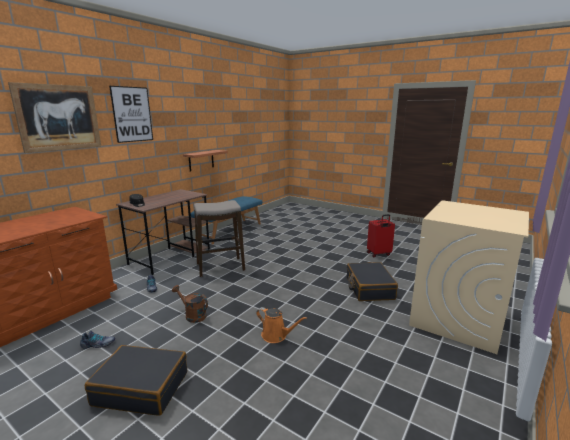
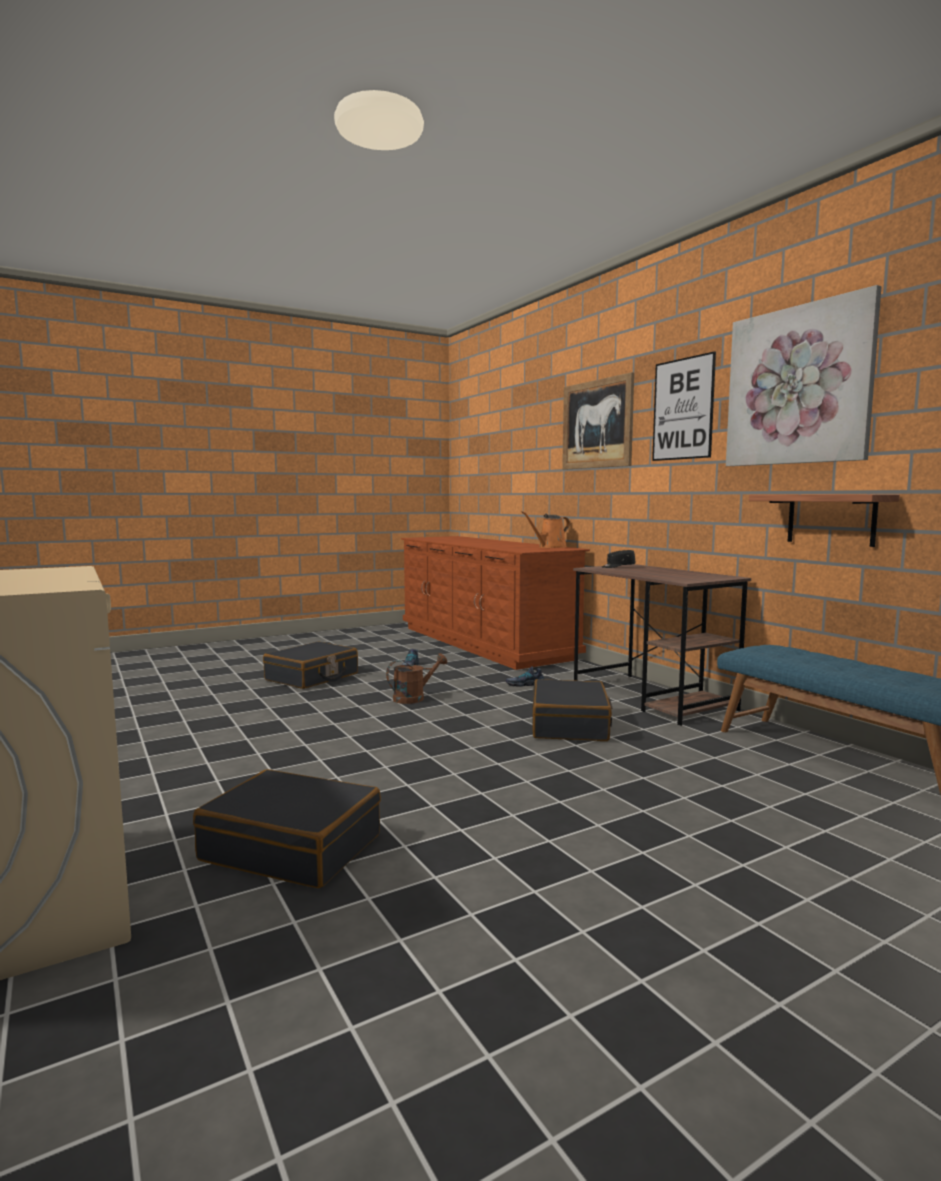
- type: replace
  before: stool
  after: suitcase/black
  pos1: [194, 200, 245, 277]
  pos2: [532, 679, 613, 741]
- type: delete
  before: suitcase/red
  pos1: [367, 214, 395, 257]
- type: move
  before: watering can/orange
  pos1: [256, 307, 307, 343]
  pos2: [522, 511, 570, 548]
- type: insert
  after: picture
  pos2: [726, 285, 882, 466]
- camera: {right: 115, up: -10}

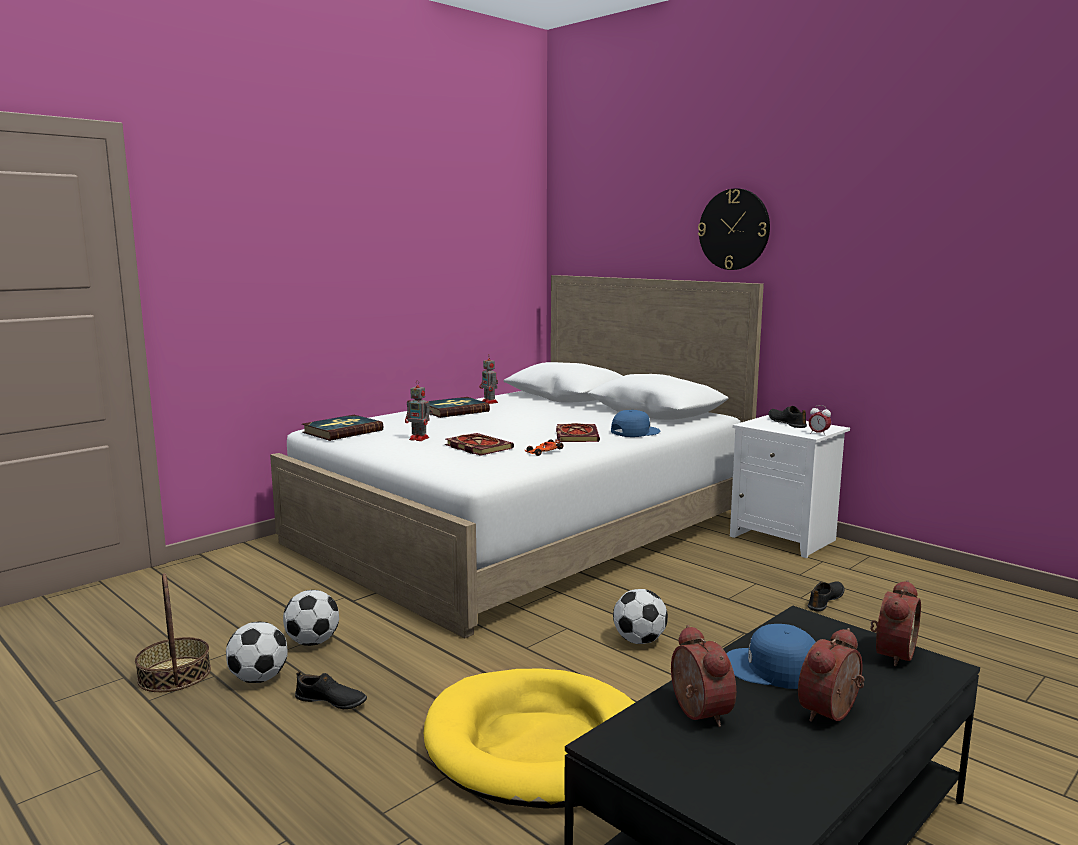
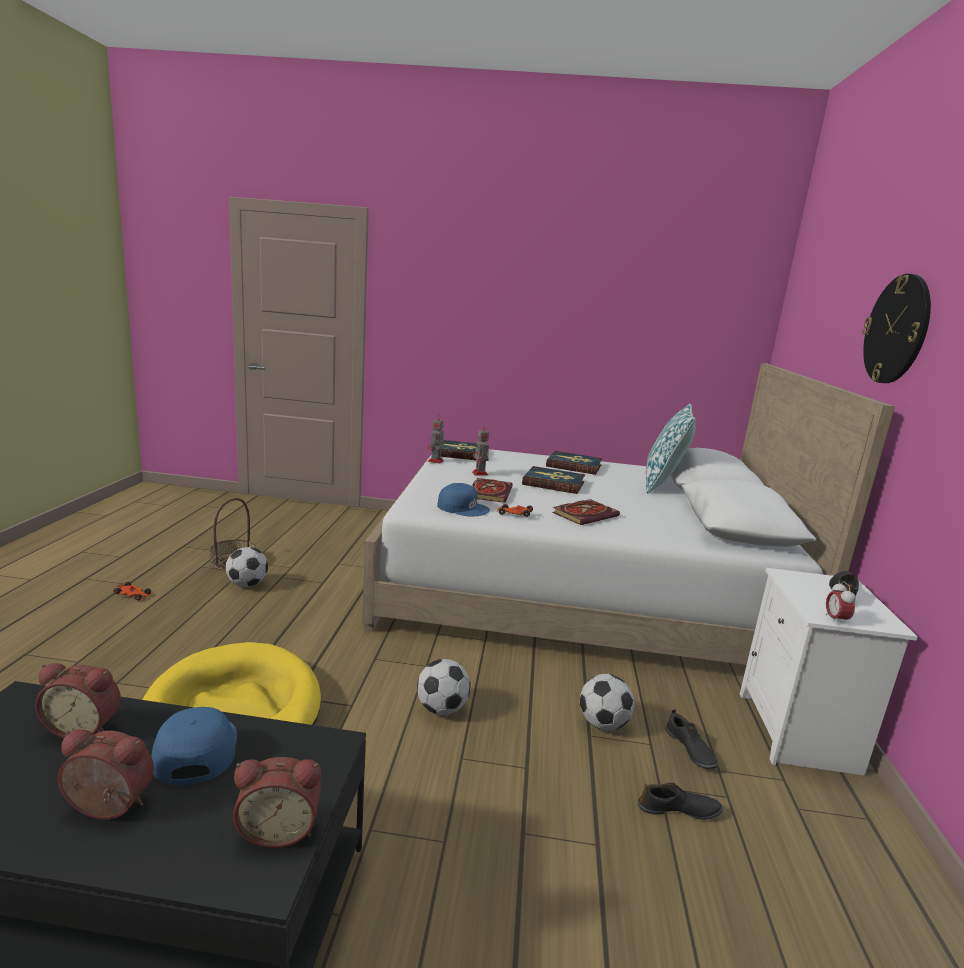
- type: move
  before: toy robot
  pos1: [479, 355, 498, 404]
  pos2: [428, 414, 444, 464]
- type: move
  before: cap/blue
  pos1: [611, 410, 660, 437]
  pos2: [437, 483, 490, 516]
- type: move
  before: football
  pos1: [283, 590, 339, 646]
  pos2: [580, 674, 634, 730]
- type: rotate
  before: alarm clock
  pos1: [671, 625, 736, 727]
  pos2: [35, 663, 121, 738]
  turn: 60
- type: move
  before: shoe/black
  pos1: [295, 671, 367, 709]
  pos2: [665, 709, 718, 769]
- type: insert
  after: pillow
  pos2: [646, 404, 696, 494]
- type: insert
  after: book
  pos2: [522, 466, 585, 494]
- type: insert
  after: toy car
  pos2: [113, 582, 153, 600]
- camera: {right: 50, up: 5}

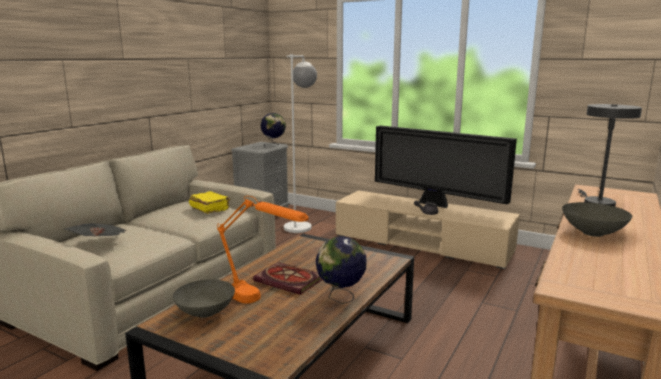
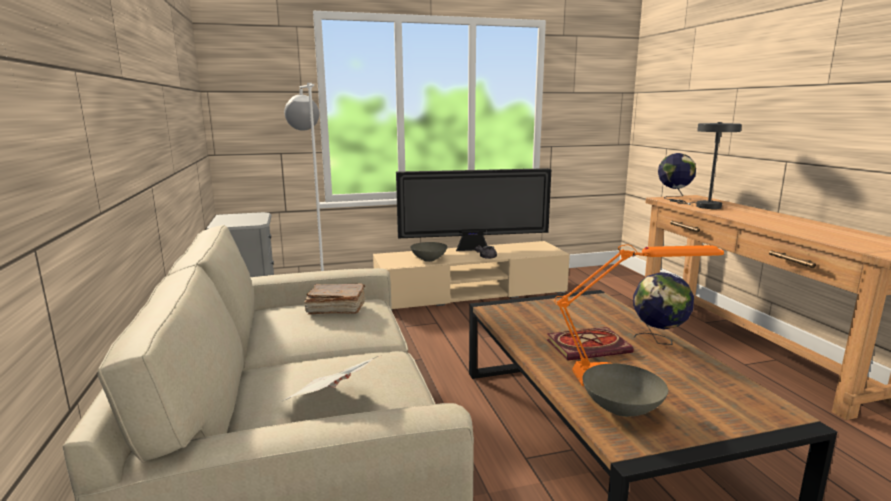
- type: move
  before: globe
  pos1: [260, 113, 286, 145]
  pos2: [658, 153, 696, 200]
- type: recolor
  before: book/yellow
  after: book/brown
  pos1: [189, 191, 230, 214]
  pos2: [304, 283, 365, 315]
- type: move
  before: bowl/grey
  pos1: [562, 202, 632, 237]
  pos2: [410, 242, 447, 262]
- camera: {right: -45, up: 0}

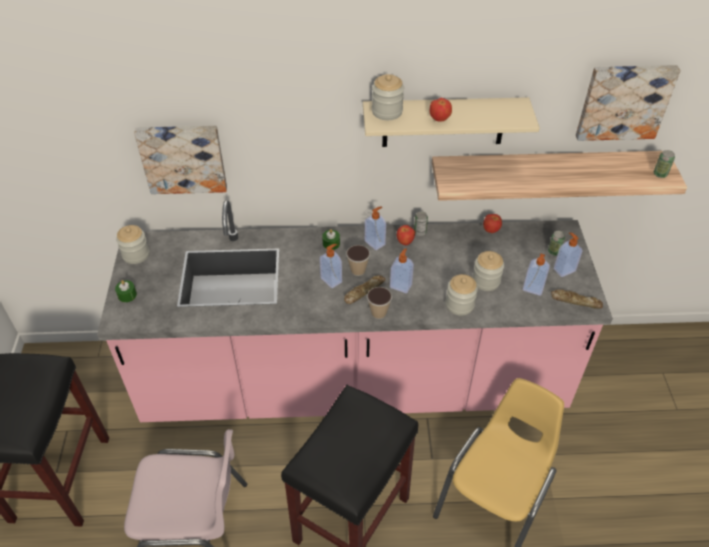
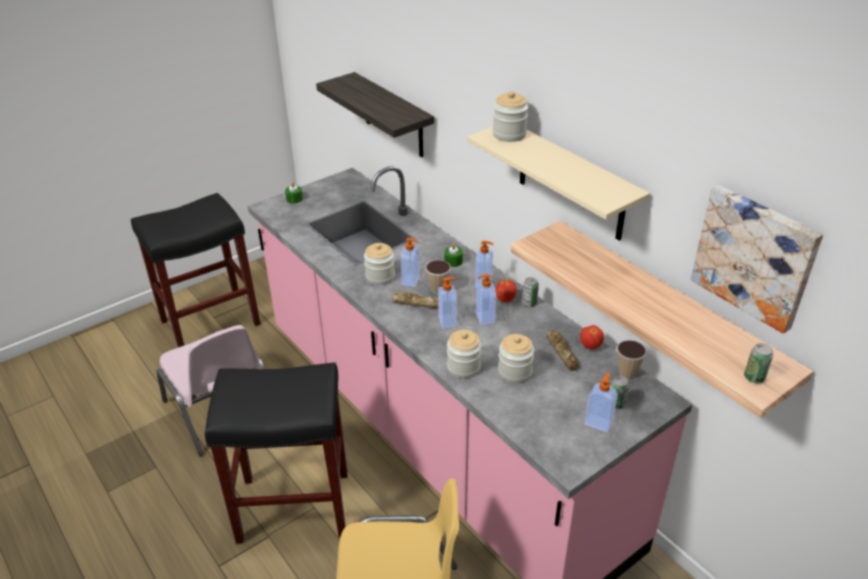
- type: delete
  before: apple
  pos1: [430, 98, 452, 122]
- type: replace
  before: picture
  after: shelf
  pos1: [134, 126, 227, 194]
  pos2: [316, 72, 434, 157]
- type: move
  before: jar
  pos1: [116, 225, 149, 264]
  pos2: [364, 243, 395, 285]
- type: move
  before: soap dispenser
  pos1: [523, 253, 550, 296]
  pos2: [476, 274, 496, 325]
- type: move
  before: cup
  pos1: [367, 287, 392, 319]
  pos2: [617, 340, 647, 379]
- type: move
  before: bread
  pos1: [551, 289, 603, 309]
  pos2: [546, 330, 579, 370]
- camera: {right: 55, up: -10}

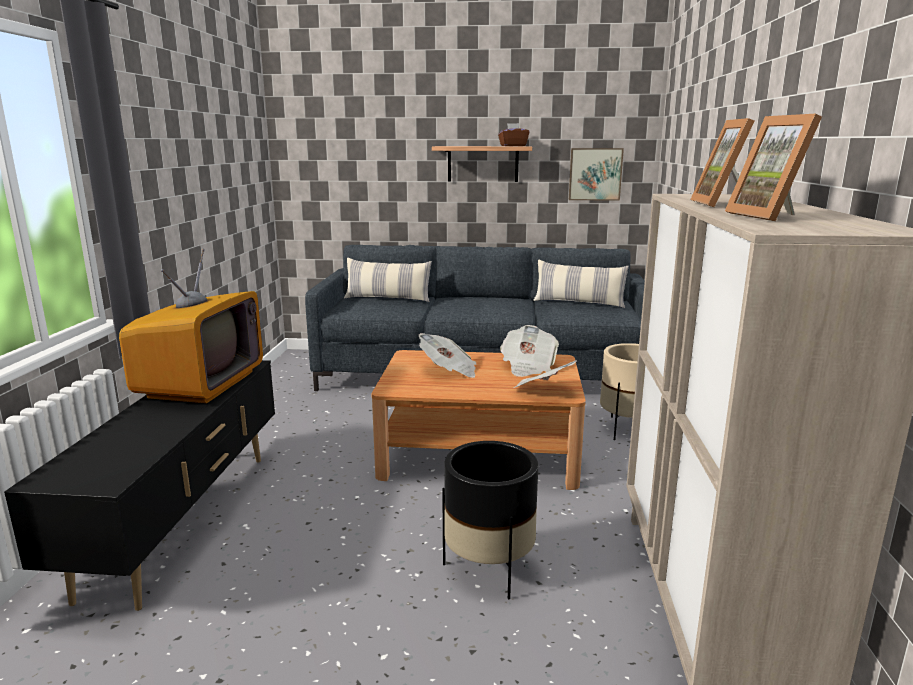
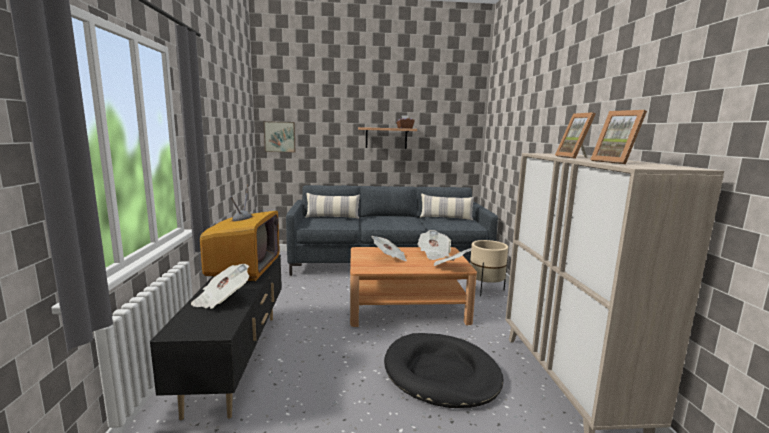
- type: move
  before: picture
  pos1: [569, 148, 624, 201]
  pos2: [263, 121, 295, 152]
- type: replace
  before: planter/black
  after: dog bed/black
  pos1: [442, 441, 538, 599]
  pos2: [384, 333, 503, 408]
- type: insert
  after: newspaper
  pos2: [191, 264, 249, 309]
- camera: {right: -10, up: -5}

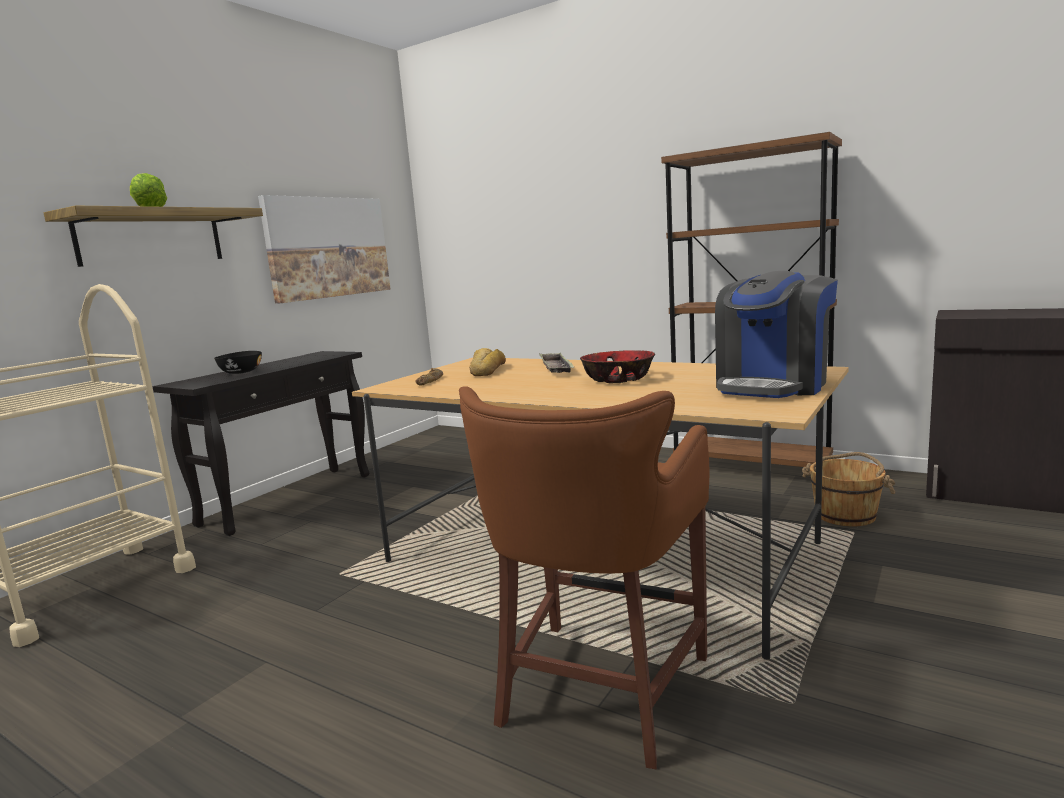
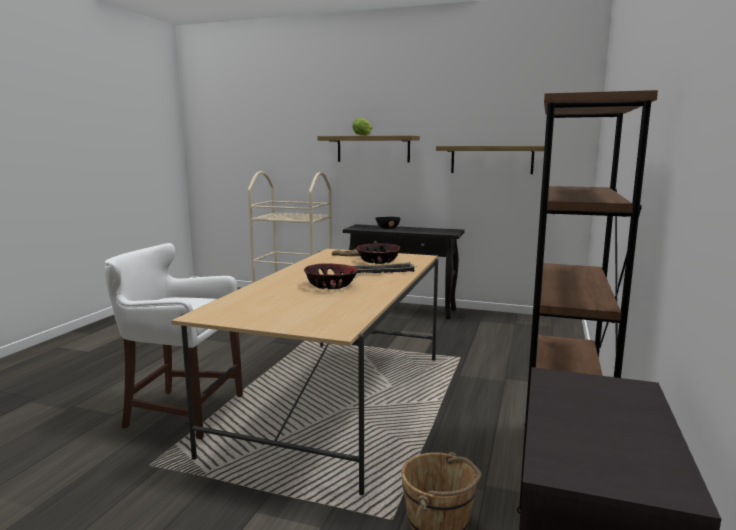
- type: replace
  before: picture
  after: shelf
  pos1: [258, 195, 391, 304]
  pos2: [436, 146, 545, 174]
- type: delete
  before: coffee machine
  pos1: [715, 271, 838, 398]
- type: replace
  before: bread
  after: bowl
  pos1: [469, 348, 506, 376]
  pos2: [356, 243, 400, 264]
- type: recolor
  before: stool/brown
  after: stool/white
  pos1: [459, 386, 709, 769]
  pos2: [105, 243, 243, 439]
- camera: {right: 75, up: 0}

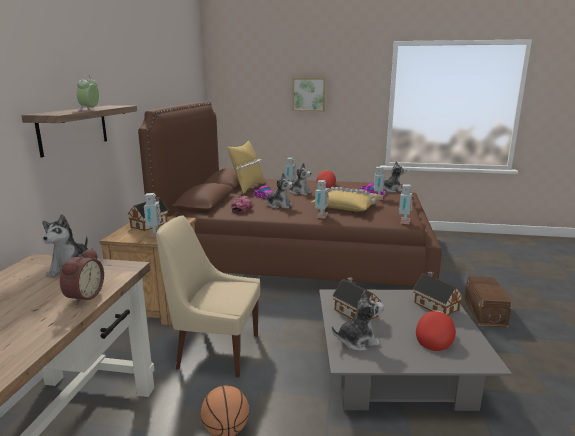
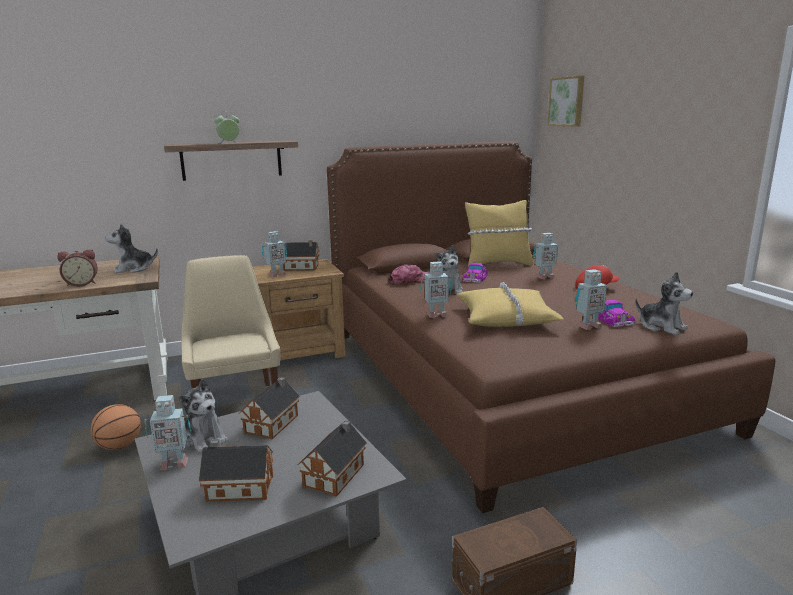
- type: move
  before: picture
  pos1: [293, 78, 325, 111]
  pos2: [548, 76, 584, 127]
- type: delete
  before: plush toy
  pos1: [289, 163, 312, 195]
- type: move
  before: toy robot
  pos1: [398, 184, 413, 224]
  pos2: [144, 395, 192, 470]
- type: replace
  before: cap/red
  after: toy house
  pos1: [416, 310, 456, 351]
  pos2: [199, 439, 273, 502]
- camera: {right: 60, up: 0}

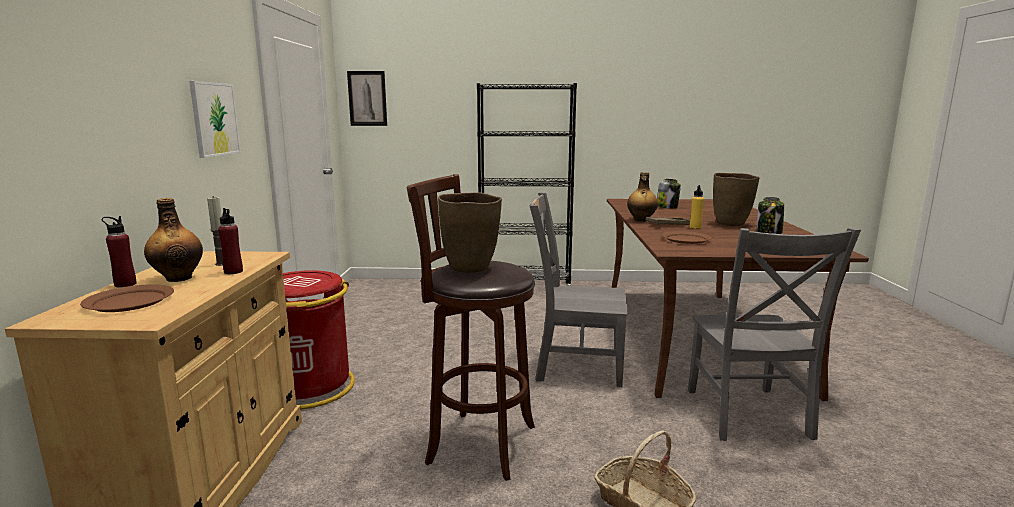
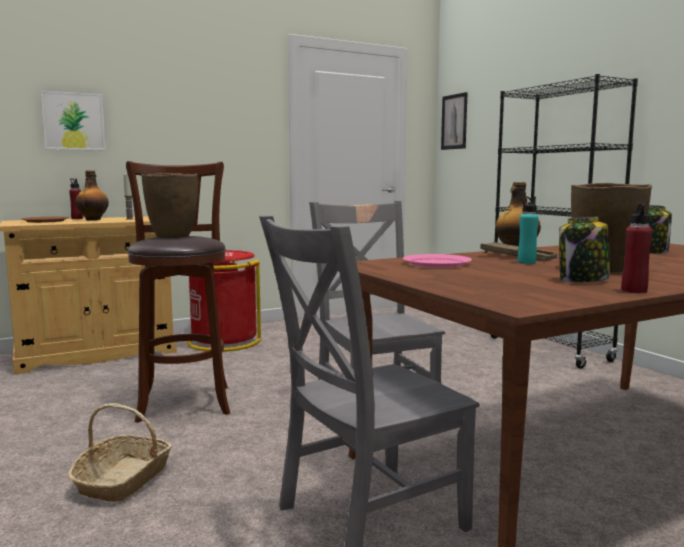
- type: move
  before: picture
  pos1: [189, 81, 241, 158]
  pos2: [40, 91, 106, 151]
- type: recolor
  before: bottle/yellow
  after: bottle/turquoise
  pos1: [690, 185, 704, 229]
  pos2: [518, 196, 539, 264]
- type: move
  before: bottle/red
  pos1: [218, 208, 243, 274]
  pos2: [621, 203, 653, 293]
- type: recolor
  before: plate/brown
  after: plate/pink
  pos1: [662, 231, 712, 244]
  pos2: [403, 254, 472, 268]
- camera: {right: 60, up: -5}

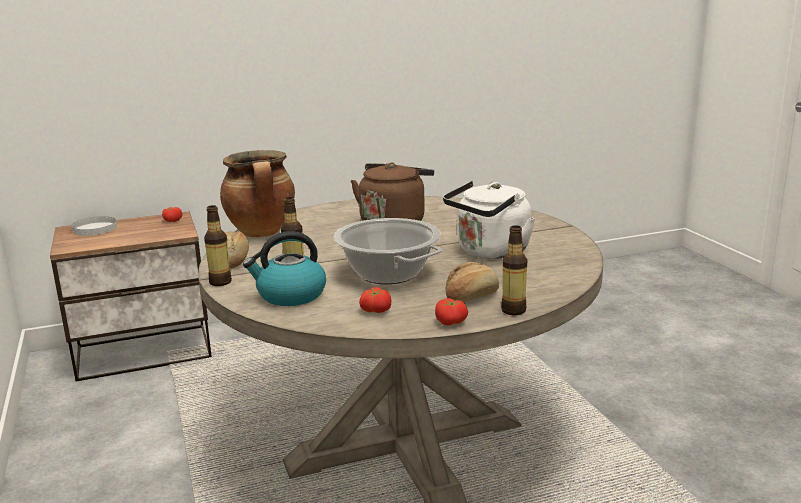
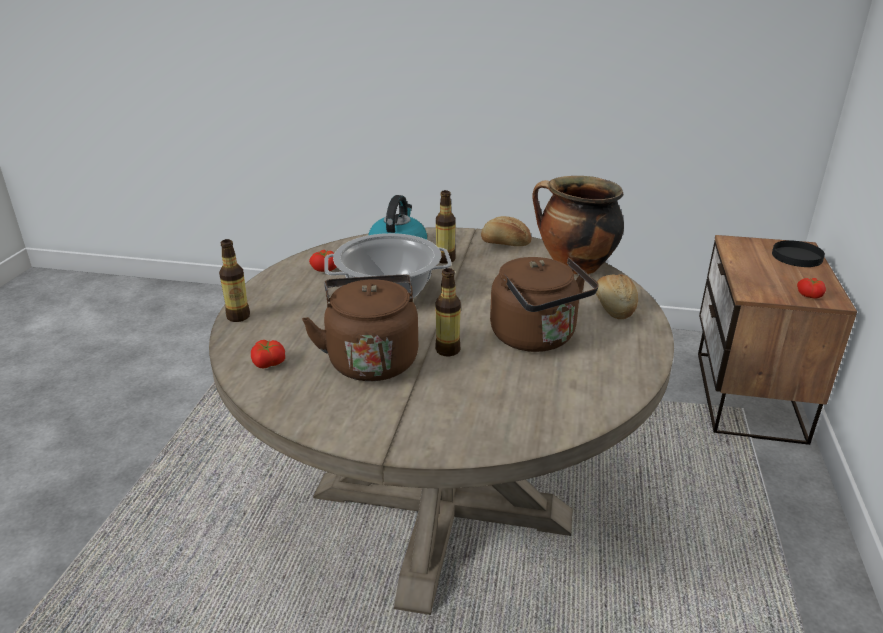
- type: recolor
  before: kettle/white
  after: kettle/brown
  pos1: [443, 181, 535, 259]
  pos2: [302, 275, 418, 381]
- type: move
  before: bottle
  pos1: [204, 205, 232, 286]
  pos2: [435, 268, 461, 356]
- type: recolor
  before: plate/white
  after: plate/black
  pos1: [71, 216, 117, 236]
  pos2: [772, 240, 825, 267]
- type: move
  before: bread
  pos1: [446, 262, 499, 302]
  pos2: [596, 274, 638, 319]
- type: move
  before: tomato
  pos1: [435, 298, 468, 325]
  pos2: [251, 340, 285, 368]
- camera: {right: 120, up: 10}

